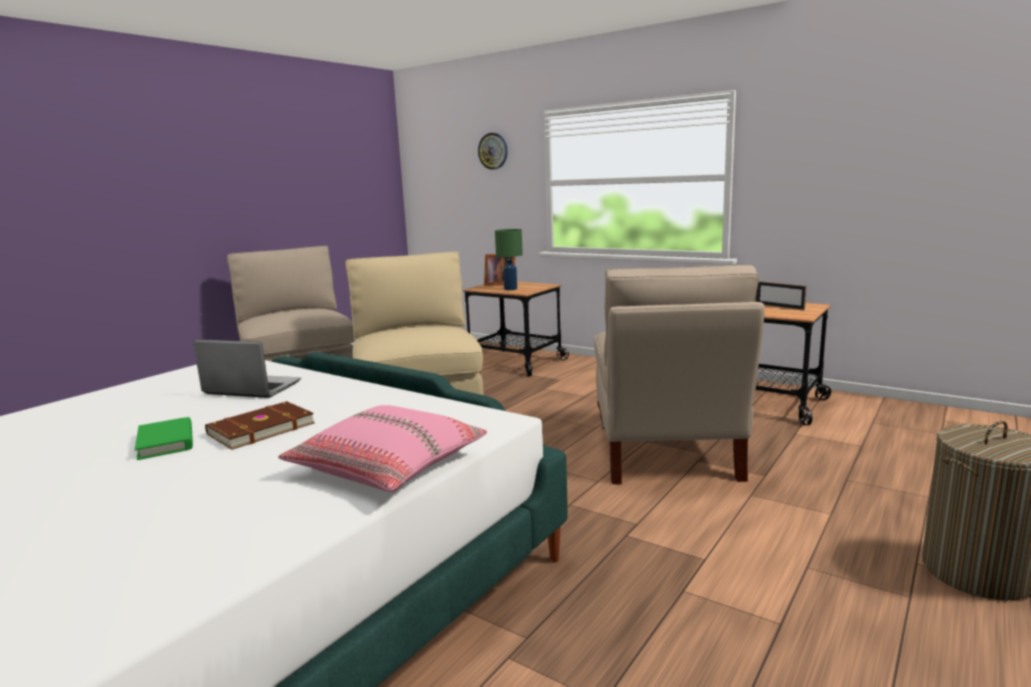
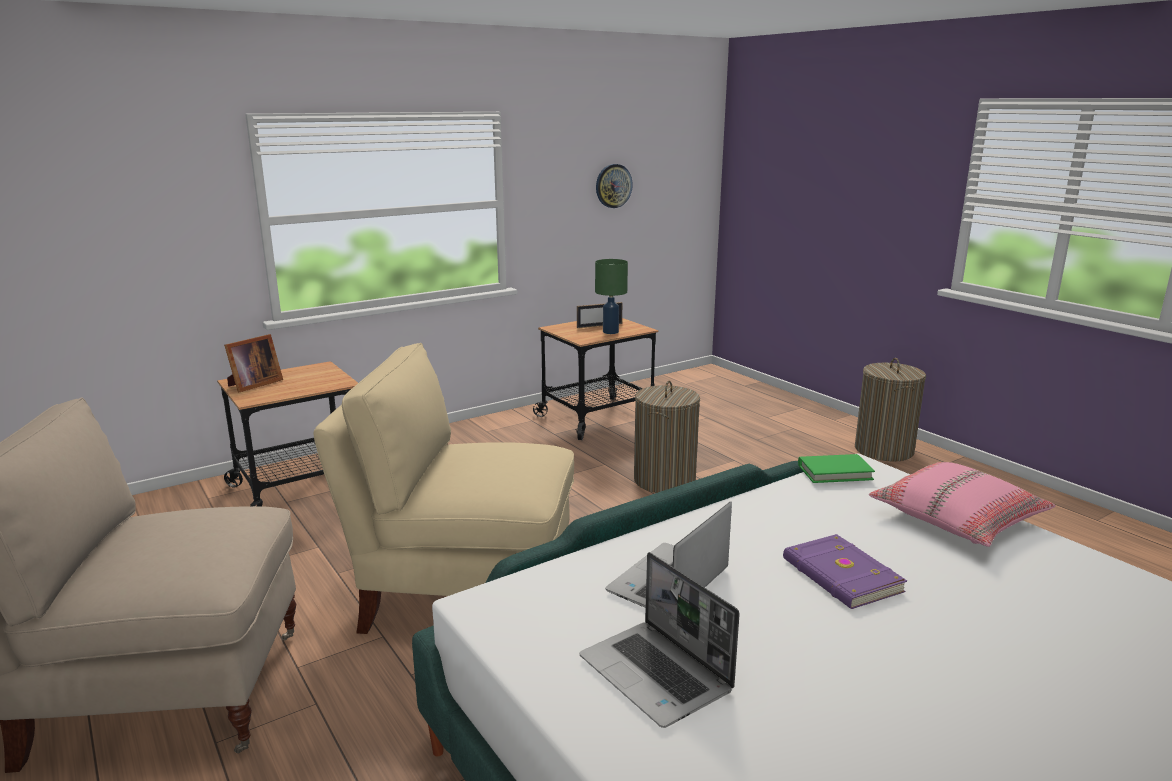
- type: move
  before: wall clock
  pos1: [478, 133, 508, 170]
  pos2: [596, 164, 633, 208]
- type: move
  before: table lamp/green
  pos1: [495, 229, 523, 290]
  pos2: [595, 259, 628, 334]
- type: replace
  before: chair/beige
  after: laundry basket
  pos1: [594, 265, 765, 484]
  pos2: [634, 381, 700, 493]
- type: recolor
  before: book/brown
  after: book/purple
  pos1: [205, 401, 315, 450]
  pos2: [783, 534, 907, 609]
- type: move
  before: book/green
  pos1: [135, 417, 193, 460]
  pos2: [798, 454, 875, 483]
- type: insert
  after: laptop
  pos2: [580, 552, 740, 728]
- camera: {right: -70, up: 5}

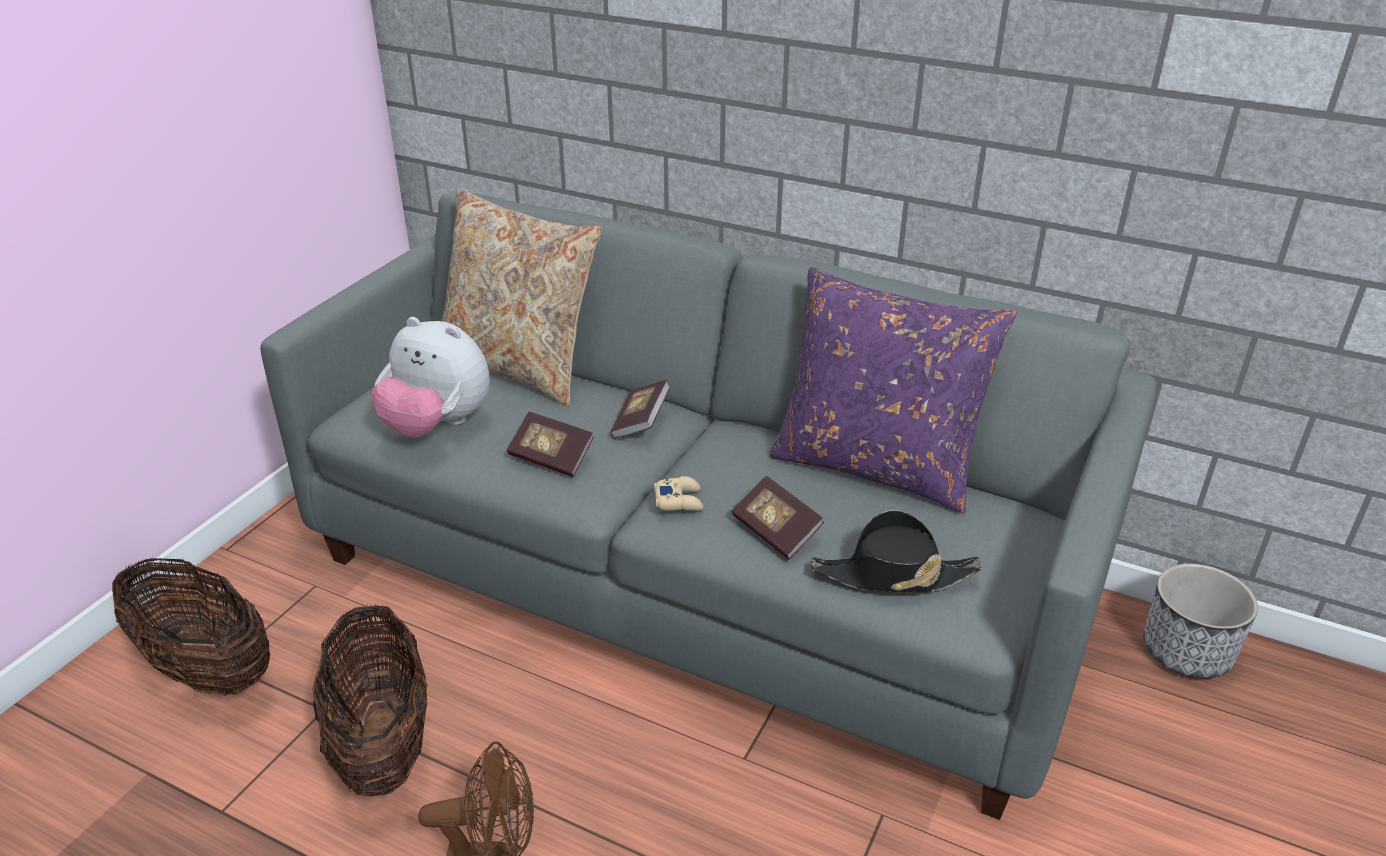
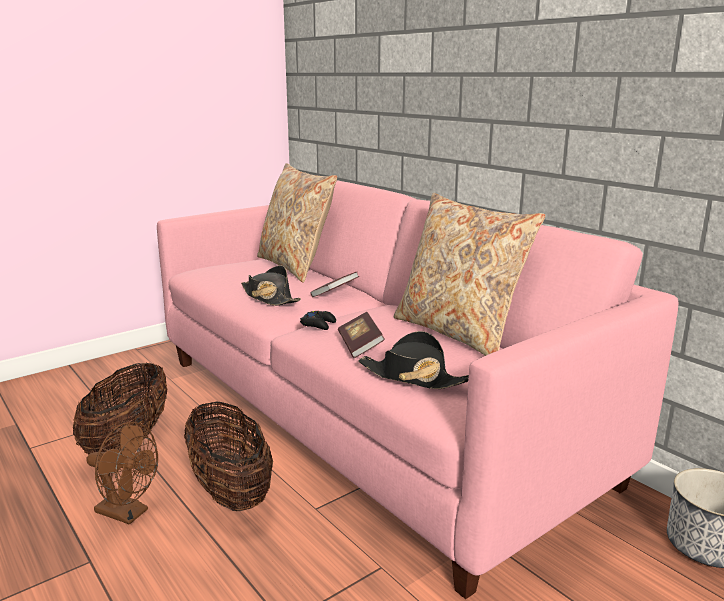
- type: recolor
  before: sofa/grey
  after: sofa/pink
  pos1: [260, 192, 1156, 820]
  pos2: [157, 180, 679, 599]
- type: recolor
  before: pillow/purple
  after: pillow/beige
  pos1: [770, 267, 1017, 513]
  pos2: [394, 193, 545, 356]
- type: delete
  before: plush toy
  pos1: [371, 317, 490, 438]
- type: replace
  before: book
  after: hat/black
  pos1: [507, 412, 594, 477]
  pos2: [241, 266, 301, 306]
- type: recolor
  before: game controller/beige
  after: game controller/black
  pos1: [654, 476, 703, 511]
  pos2: [300, 311, 336, 330]
- type: move
  before: basket
  pos1: [112, 558, 270, 696]
  pos2: [184, 402, 273, 511]
- camera: {right: 25, up: -15}

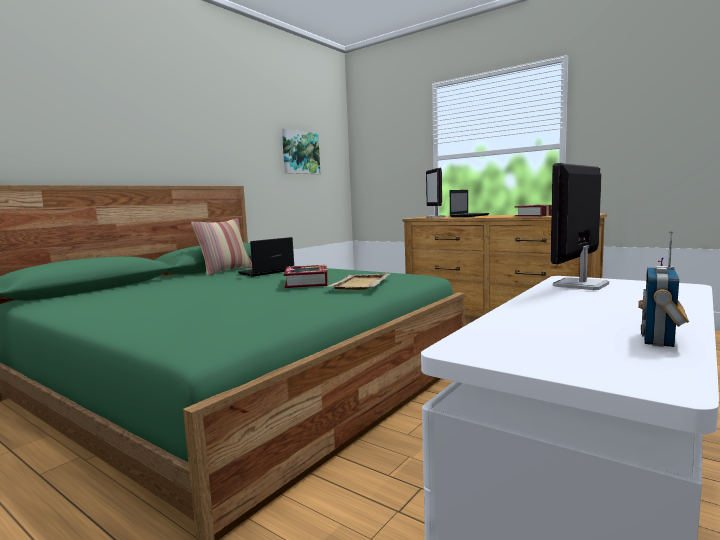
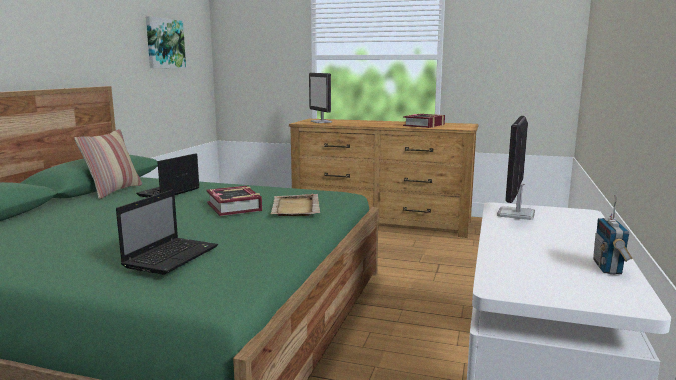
- type: move
  before: laptop
  pos1: [450, 190, 489, 217]
  pos2: [116, 190, 218, 275]
- camera: {right: -20, up: 5}

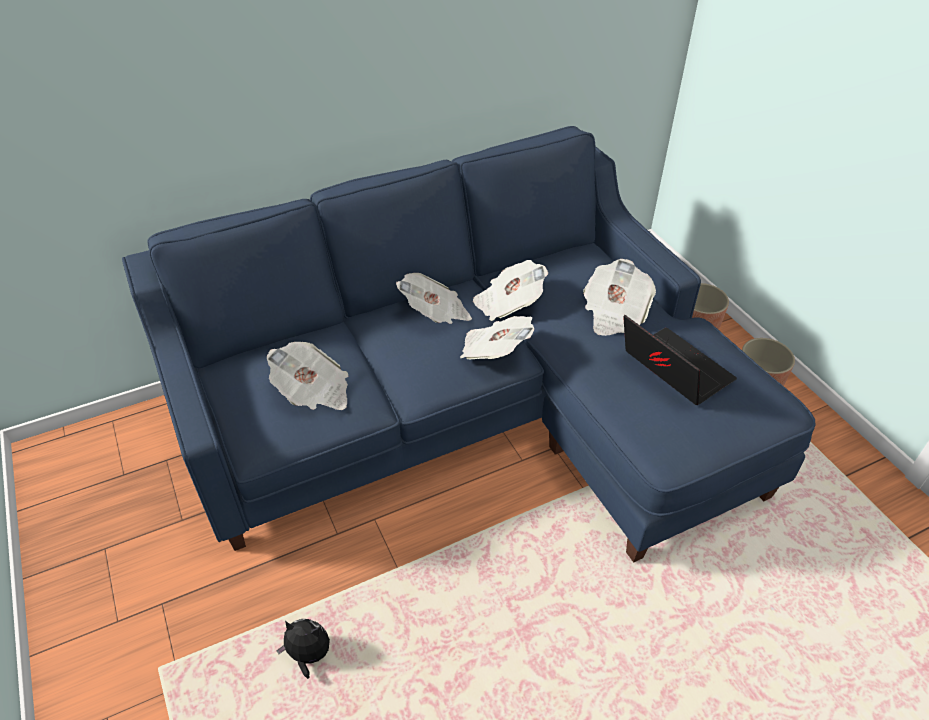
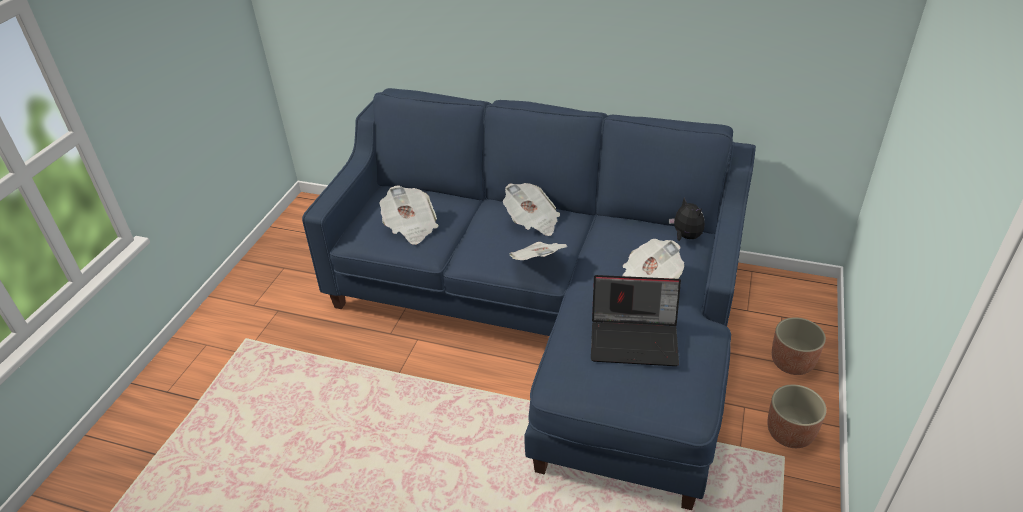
- type: delete
  before: newspaper
  pos1: [473, 260, 548, 321]
- type: rotate
  before: laptop
  pos1: [623, 315, 737, 405]
  pos2: [591, 275, 681, 366]
  turn: 90
- type: move
  before: plush toy
  pos1: [276, 619, 330, 679]
  pos2: [669, 198, 705, 241]
- camera: {right: 45, up: -5}

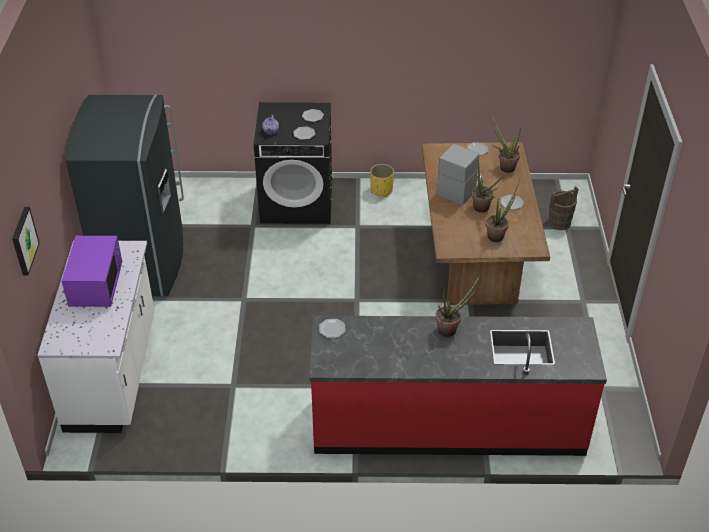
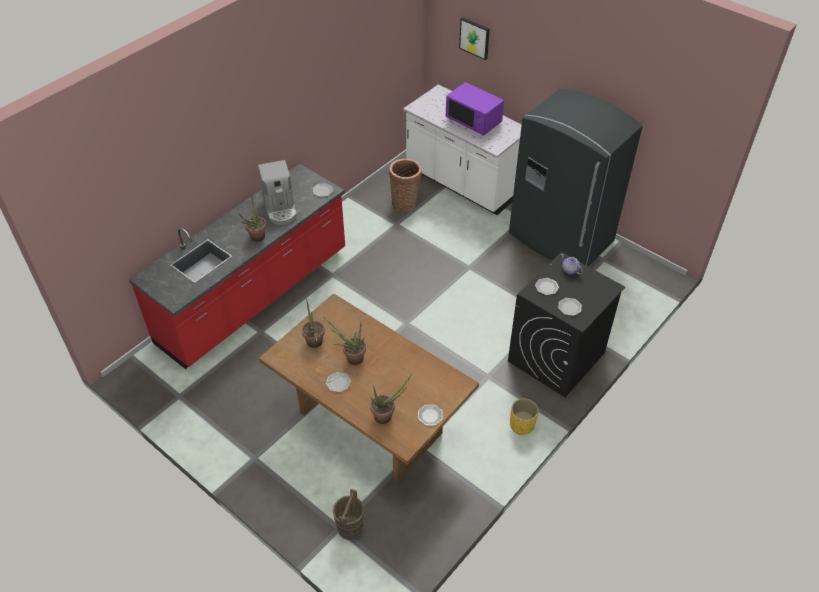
- type: move
  before: coffee machine
  pos1: [437, 144, 483, 205]
  pos2: [258, 160, 297, 225]
- type: insert
  after: basket
  pos2: [389, 159, 422, 212]
- camera: {right: 130, up: 5}

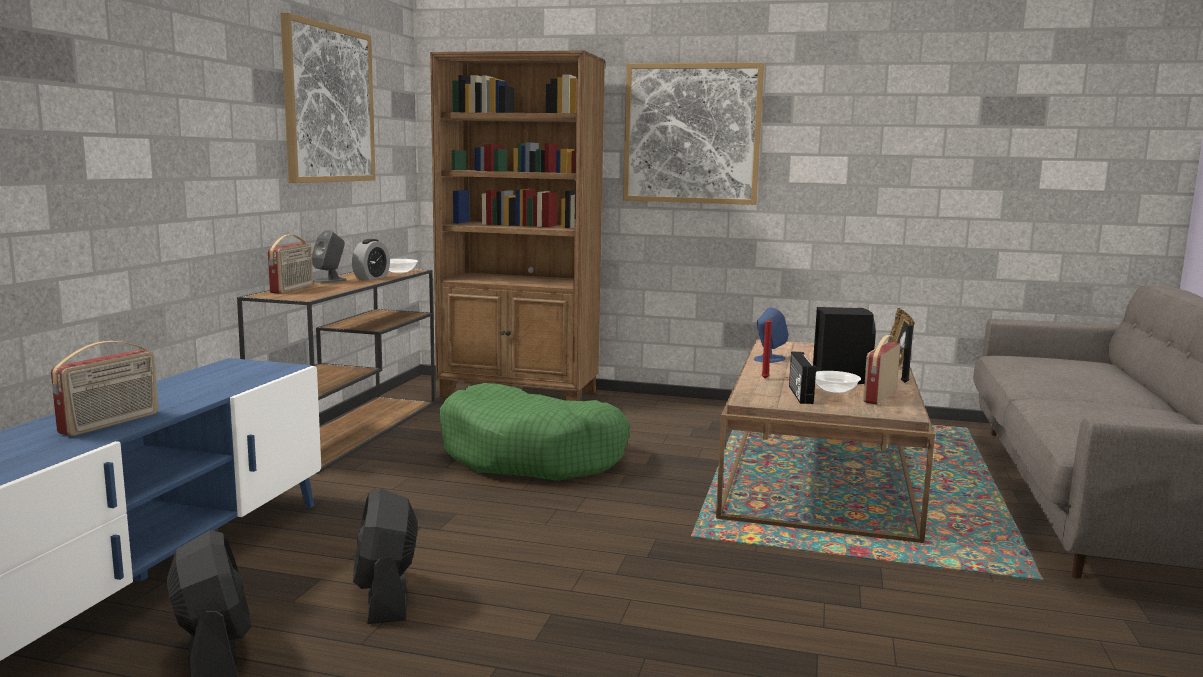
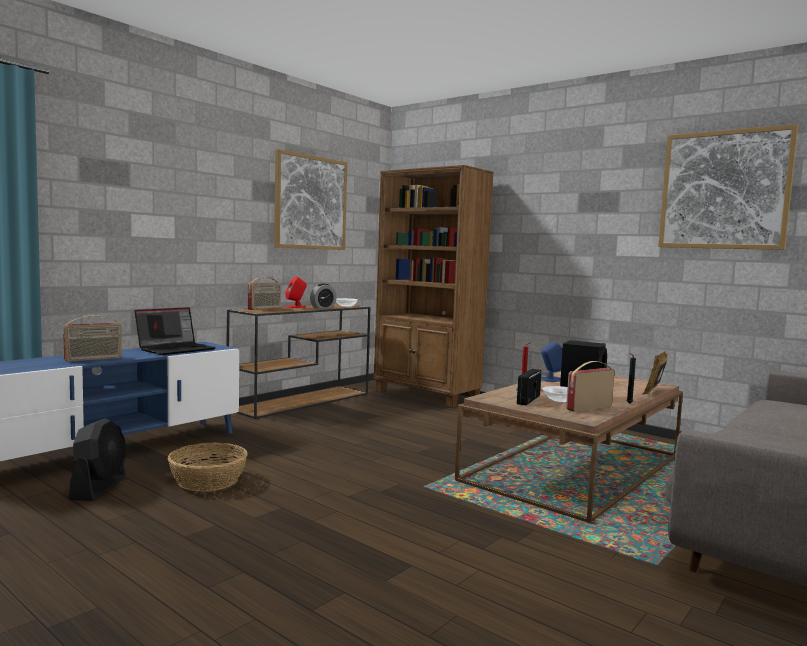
- type: move
  before: picture
  pos1: [623, 63, 764, 205]
  pos2: [658, 124, 798, 250]
- type: recolor
  before: speaker/grey
  after: speaker/red
  pos1: [312, 230, 346, 283]
  pos2: [285, 276, 307, 308]
- type: delete
  before: dog bed/green
  pos1: [440, 383, 630, 481]
- type: replace
  before: fan/black
  after: basket
  pos1: [353, 488, 418, 624]
  pos2: [168, 443, 248, 492]
- type: insert
  after: laptop
  pos2: [135, 307, 216, 355]
- camera: {right: 25, up: -5}

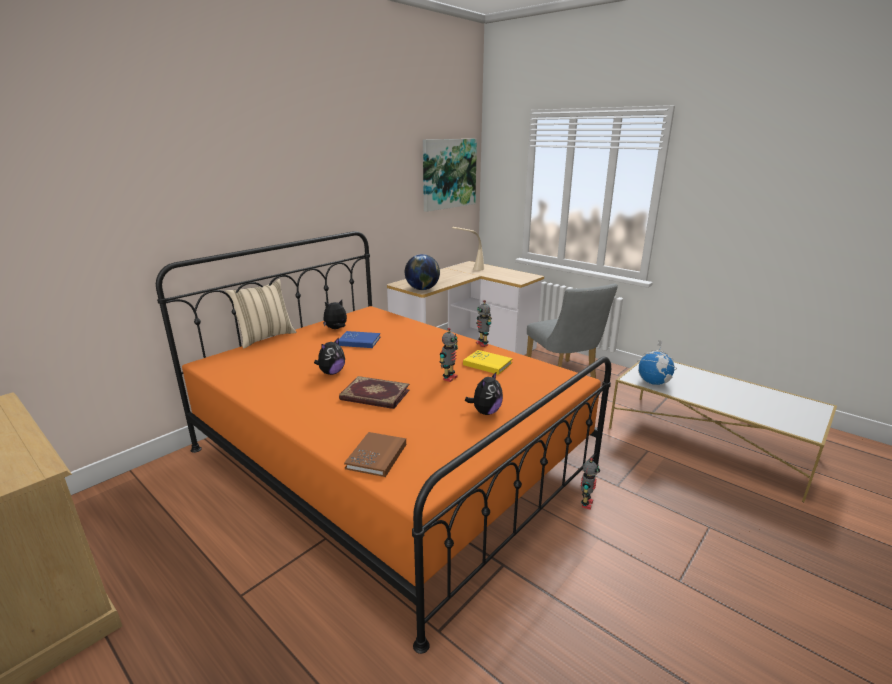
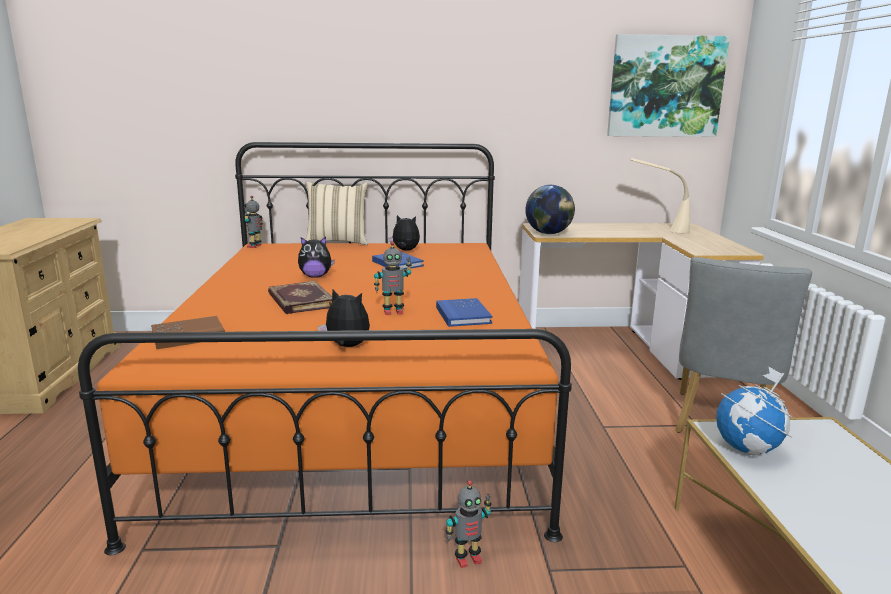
- type: move
  before: toy robot
  pos1: [476, 300, 492, 347]
  pos2: [244, 196, 263, 248]
- type: recolor
  before: book/yellow
  after: book/blue
  pos1: [463, 350, 513, 375]
  pos2: [436, 298, 492, 327]
- type: rotate
  before: plush toy
  pos1: [465, 371, 503, 415]
  pos2: [318, 289, 370, 347]
  turn: -150
- camera: {right: 45, up: -5}

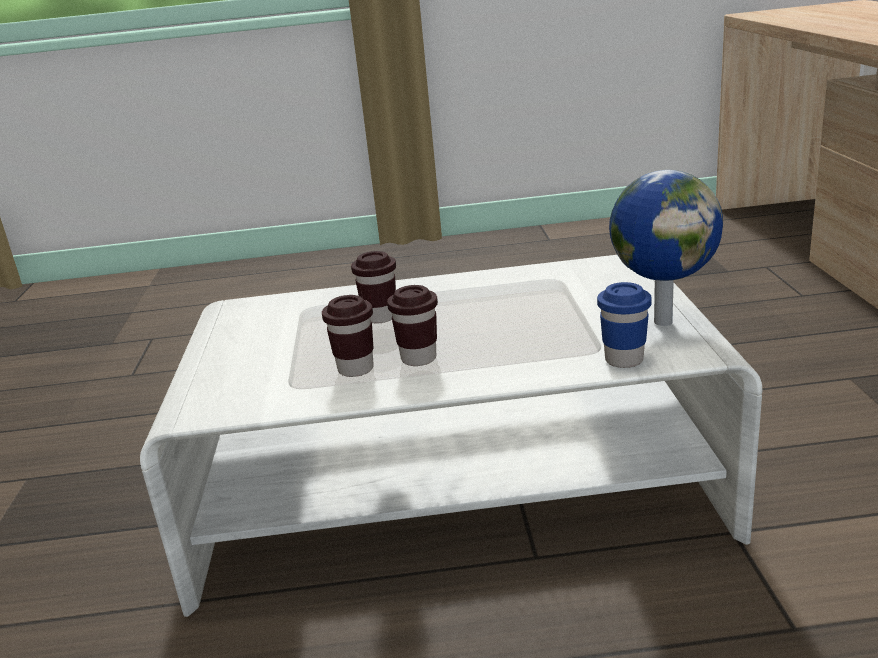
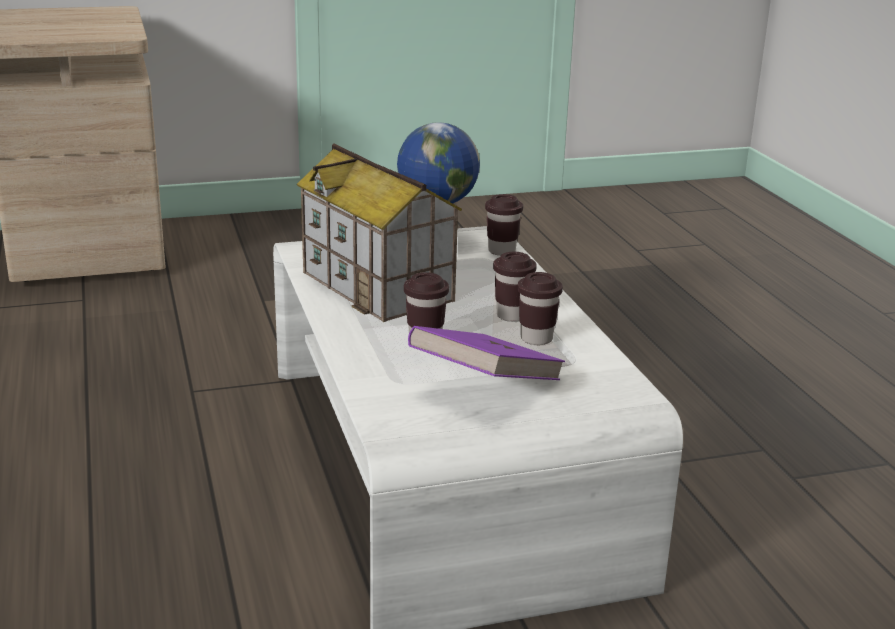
- type: recolor
  before: cup/blue
  after: cup/brown
  pos1: [597, 282, 652, 368]
  pos2: [485, 194, 523, 256]
- type: insert
  after: toy house
  pos2: [297, 144, 462, 322]
- type: insert
  after: book/purple
  pos2: [408, 326, 565, 380]
- camera: {right: -105, up: 0}

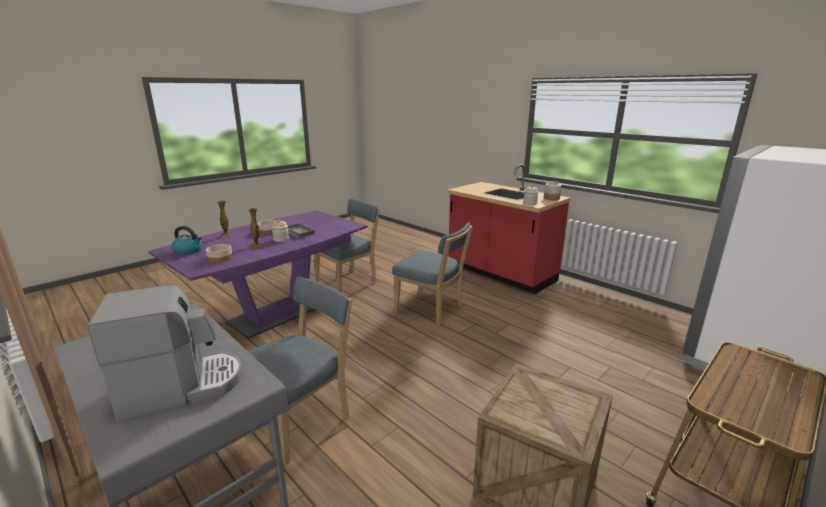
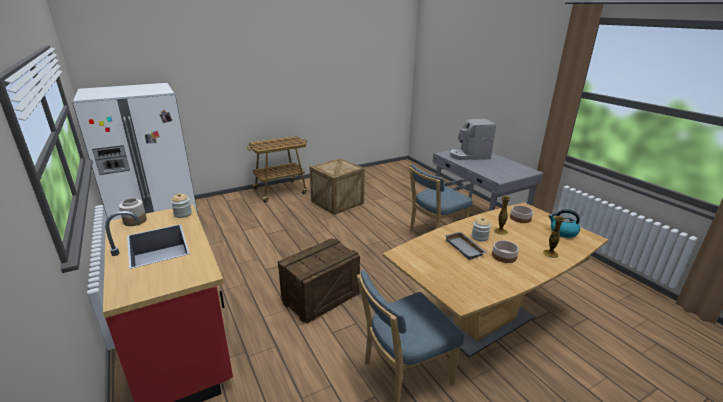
- type: recolor
  before: dining table/purple
  after: dining table/brown
  pos1: [148, 211, 368, 339]
  pos2: [383, 202, 608, 357]
- type: replace
  before: chair/blue
  after: crate
  pos1: [392, 222, 473, 326]
  pos2: [278, 238, 360, 324]
- camera: {right: -165, up: 5}

